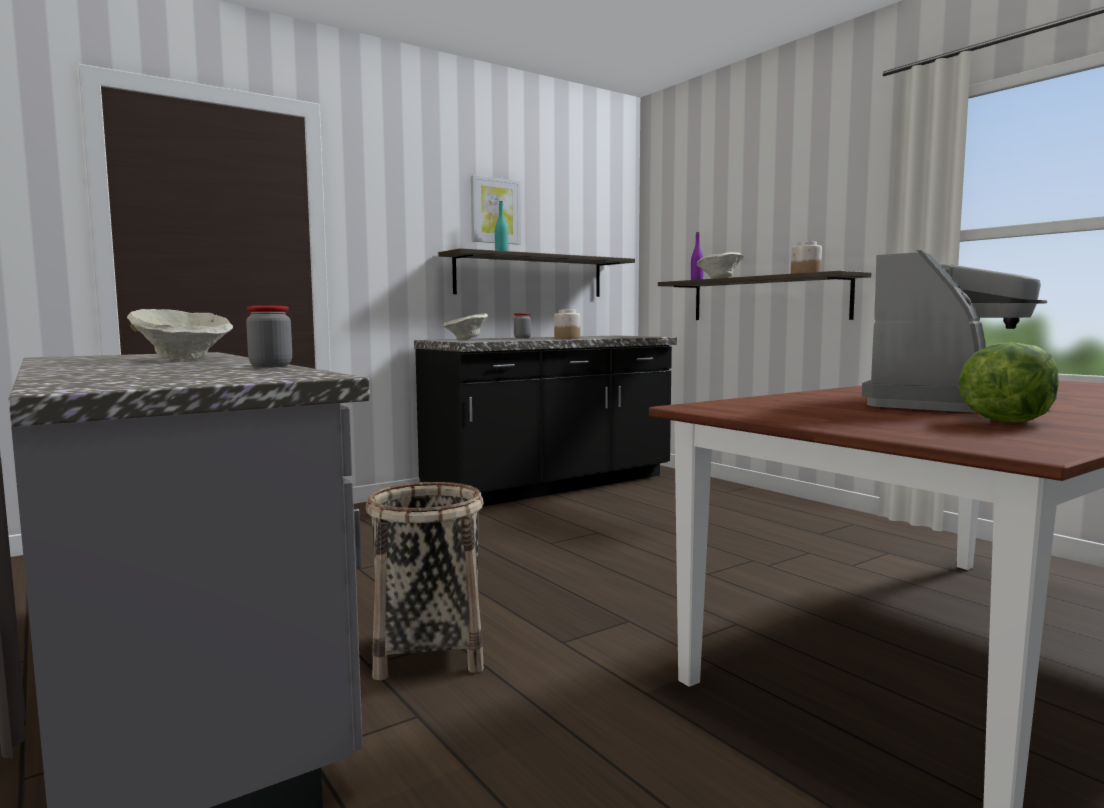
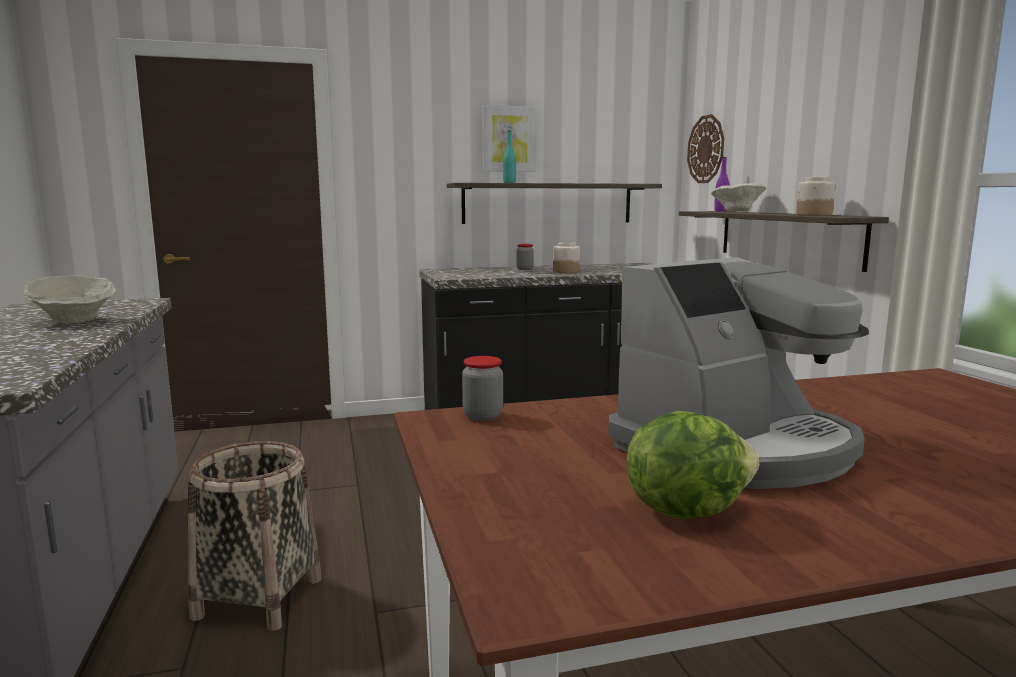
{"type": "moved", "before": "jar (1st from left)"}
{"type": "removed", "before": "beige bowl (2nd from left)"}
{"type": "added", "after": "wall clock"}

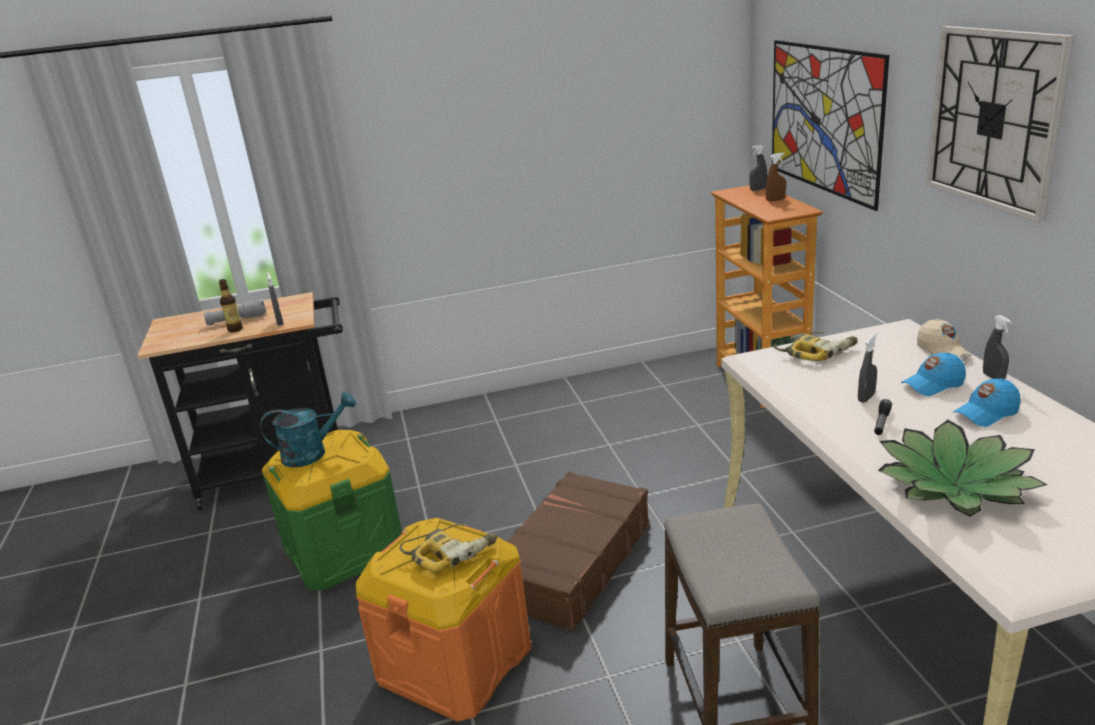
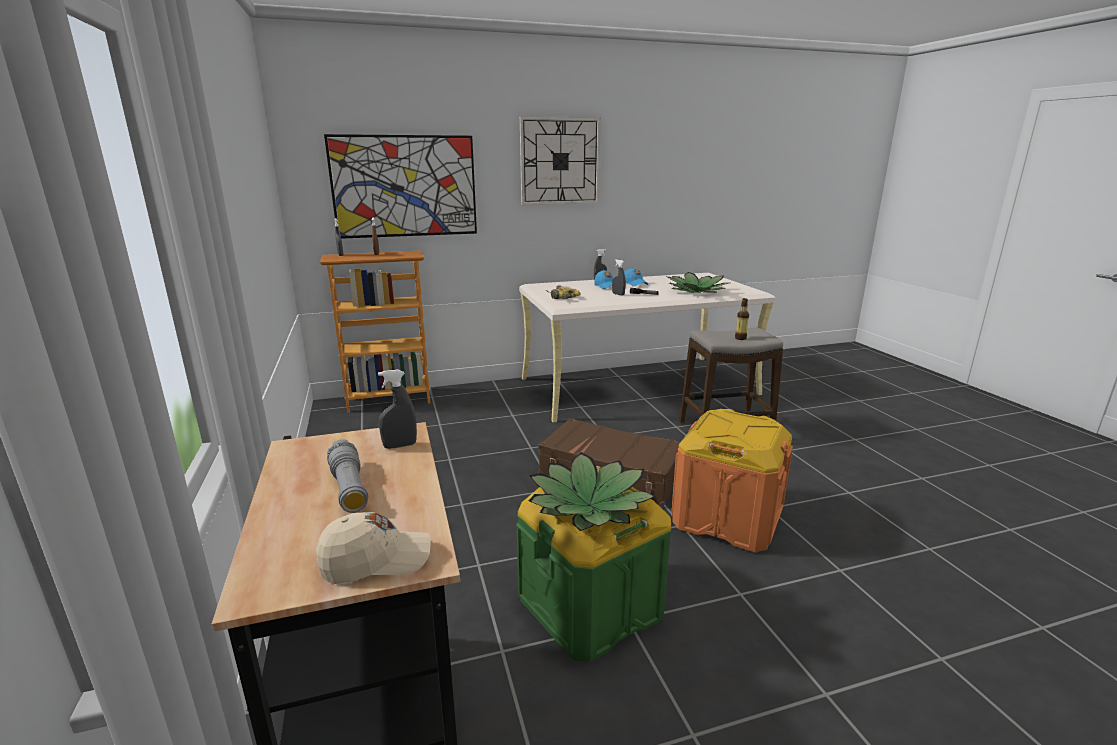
{"type": "moved", "before": "bottle"}
{"type": "moved", "before": "beige cap"}
{"type": "replaced", "before": "turquoise watering can", "after": "potted plant (1st from left)"}
{"type": "removed", "before": "power drill (1st from left)"}

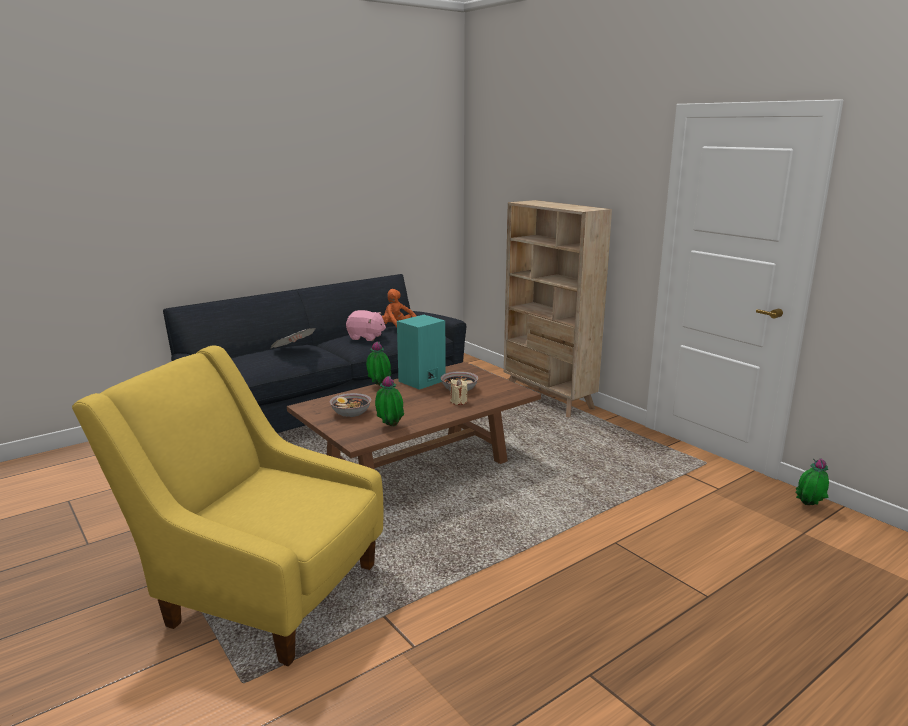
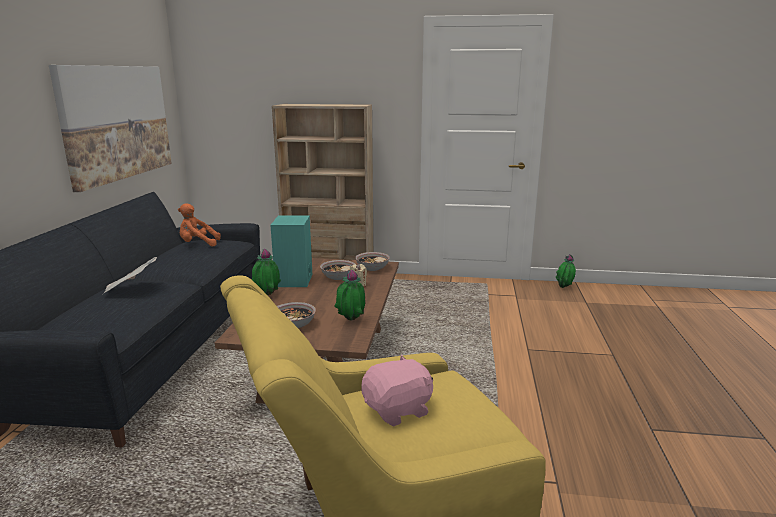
{"type": "moved", "before": "pink plush toy"}
{"type": "added", "after": "picture"}
{"type": "added", "after": "bowl (3rd from left)"}

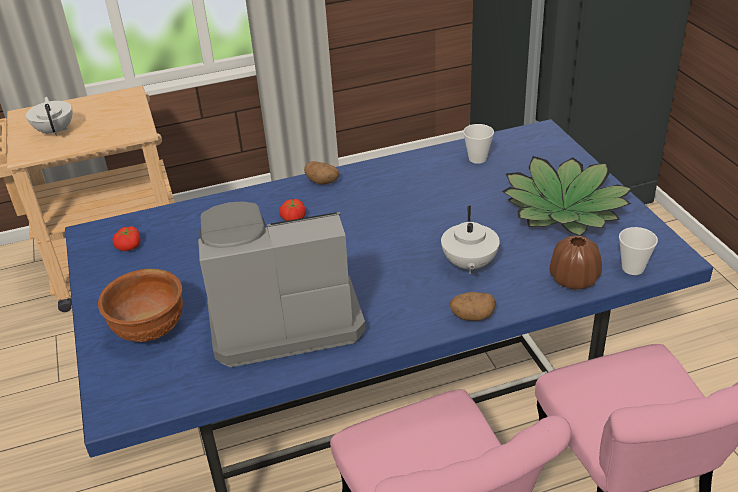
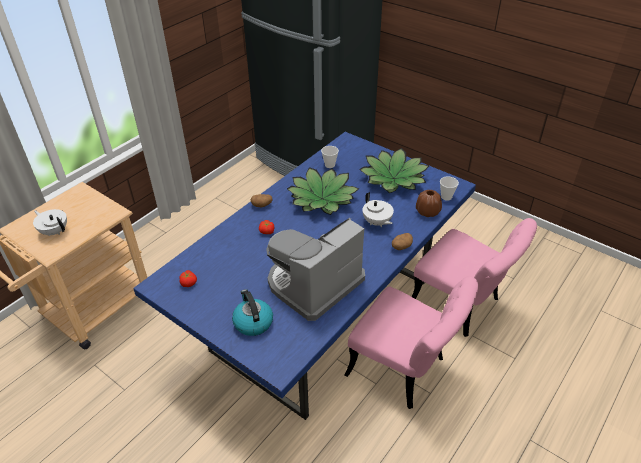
{"type": "replaced", "before": "brown bowl", "after": "kettle"}
{"type": "added", "after": "potted plant (1st from left)"}

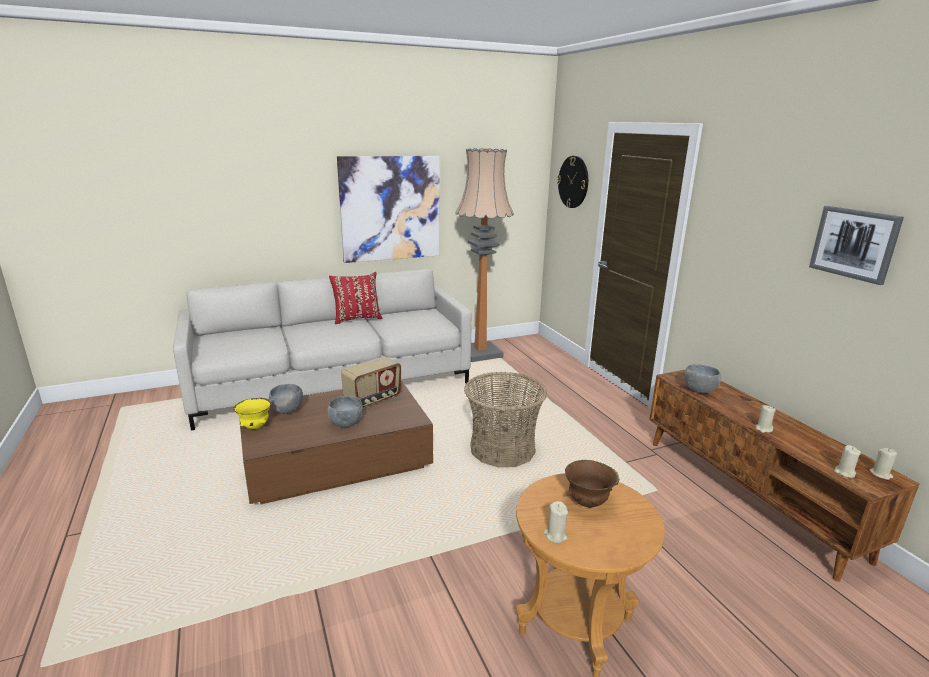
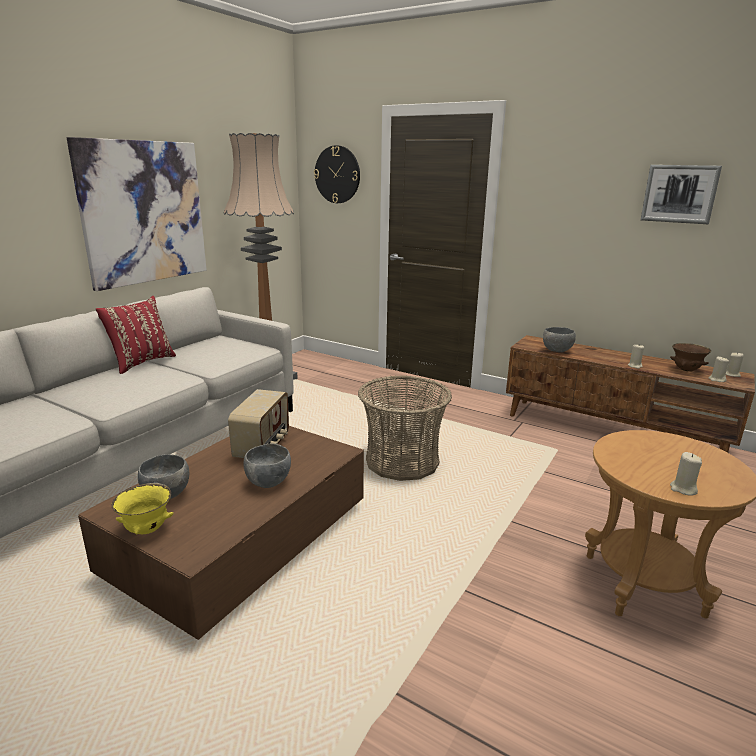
{"type": "moved", "before": "brown bowl"}

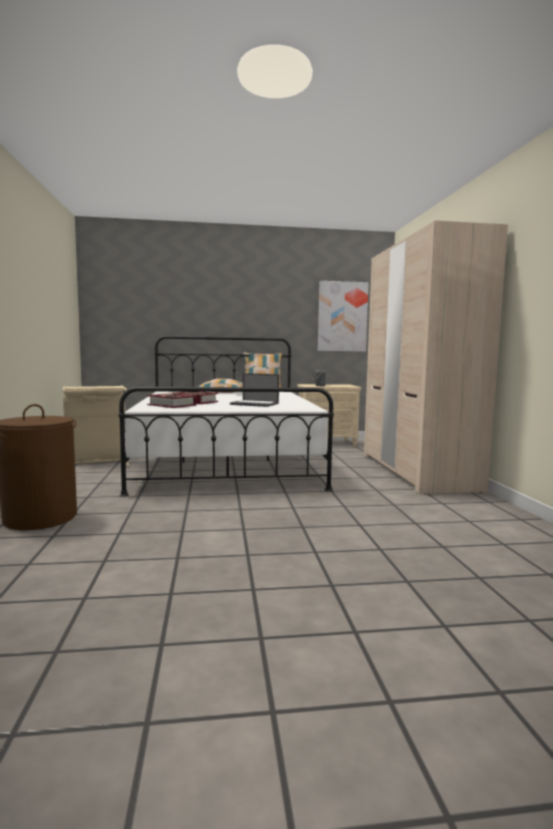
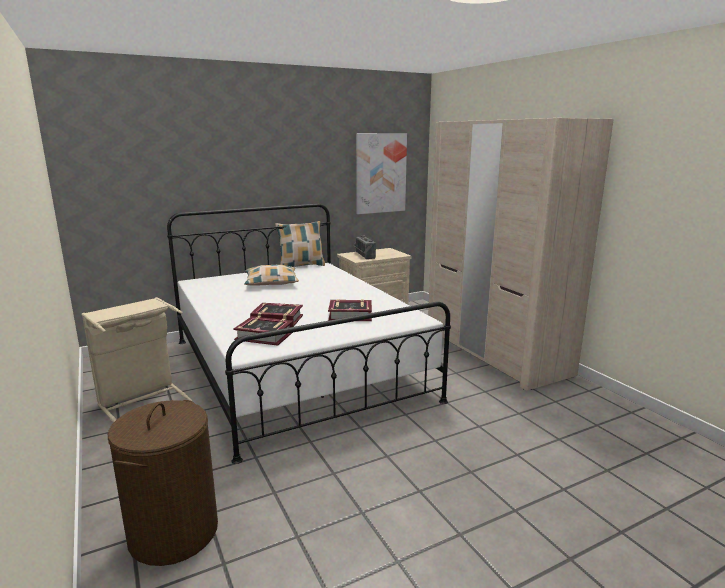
{"type": "replaced", "before": "laptop", "after": "book (3rd from left)"}

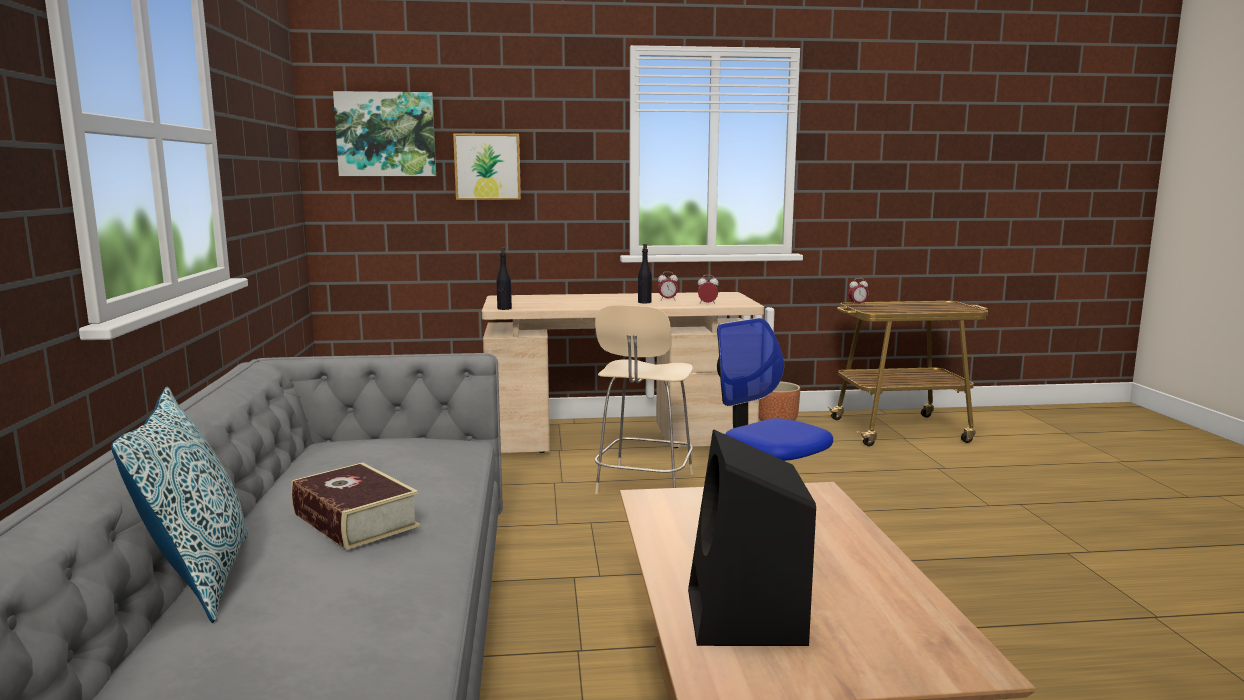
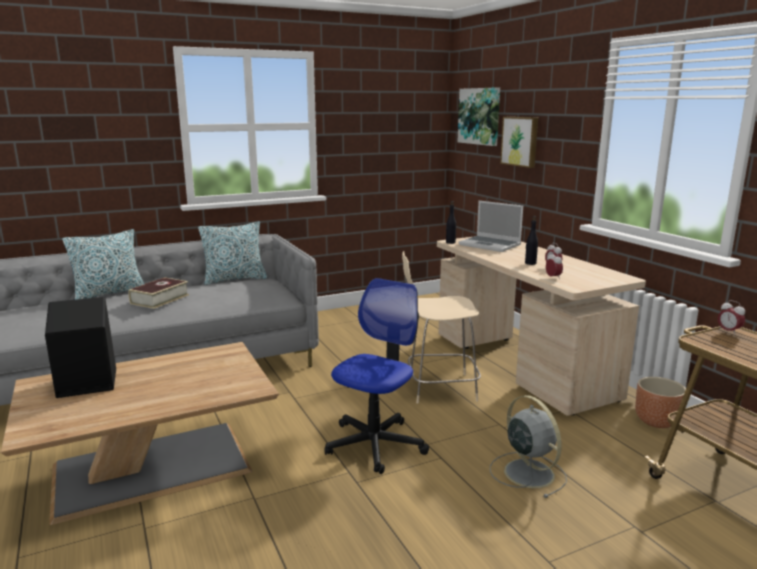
{"type": "added", "after": "laptop"}
{"type": "added", "after": "pillow (2nd from left)"}
{"type": "added", "after": "grey fan"}

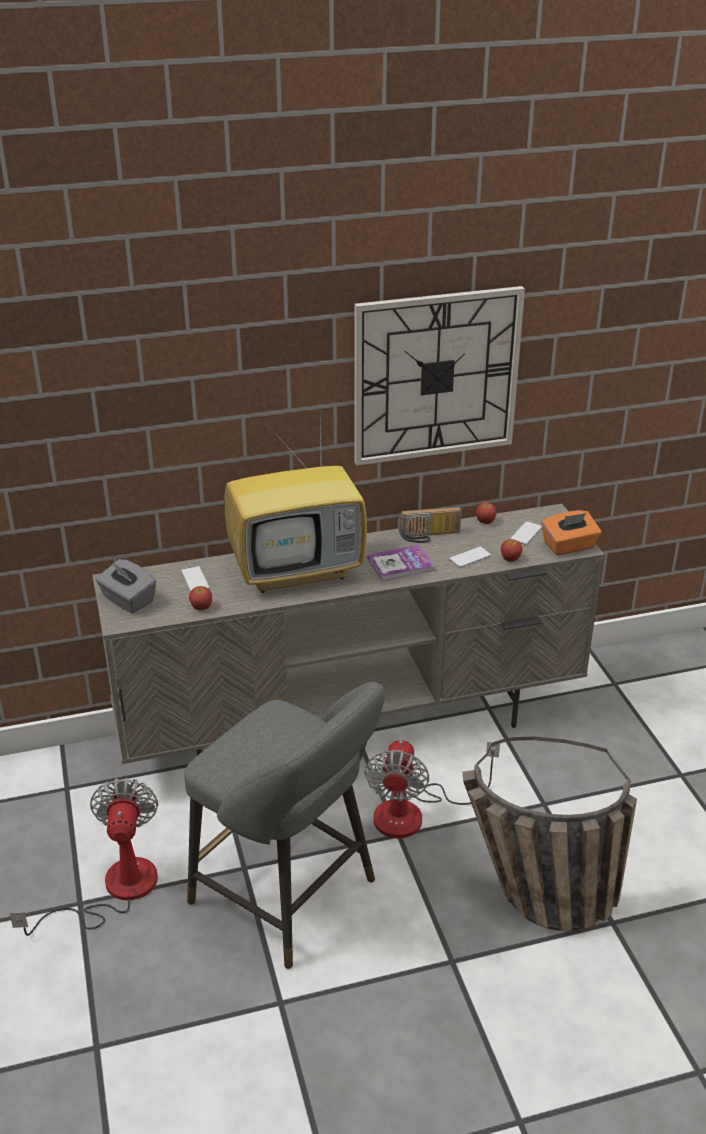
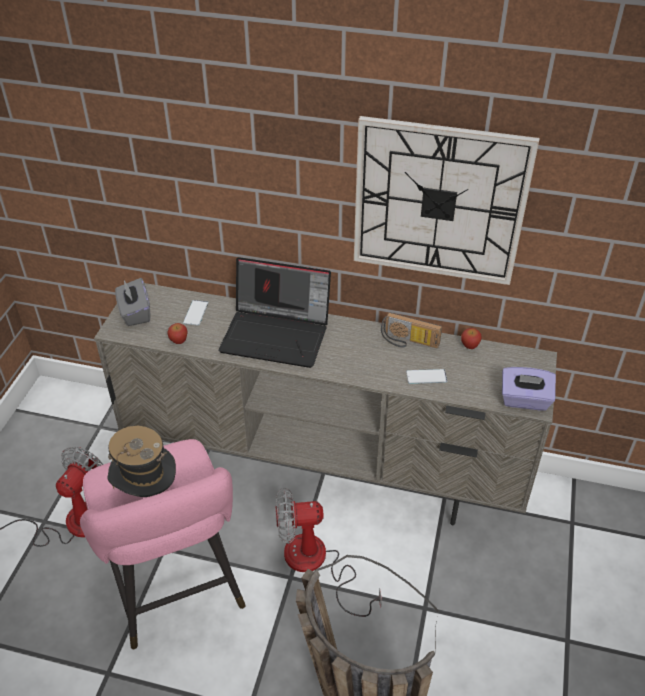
{"type": "replaced", "before": "television", "after": "laptop"}
{"type": "recoloured", "before": "orange tissue box", "after": "purple tissue box"}
{"type": "removed", "before": "phone (3rd from left)"}
{"type": "removed", "before": "apple (3rd from left)"}
{"type": "removed", "before": "book"}
{"type": "recoloured", "before": "grey stool", "after": "pink stool"}
{"type": "turned", "before": "fan (2nd from left)", "turn": 45}
{"type": "added", "after": "hat"}

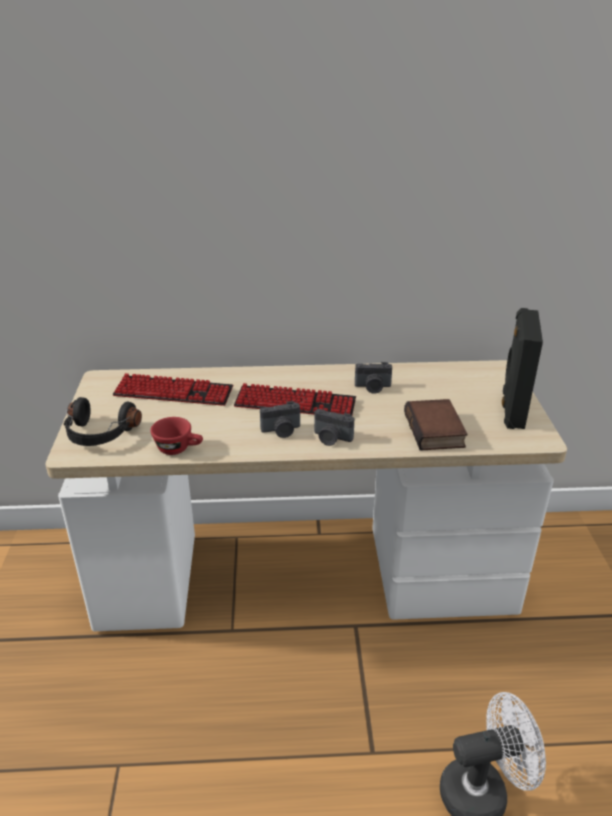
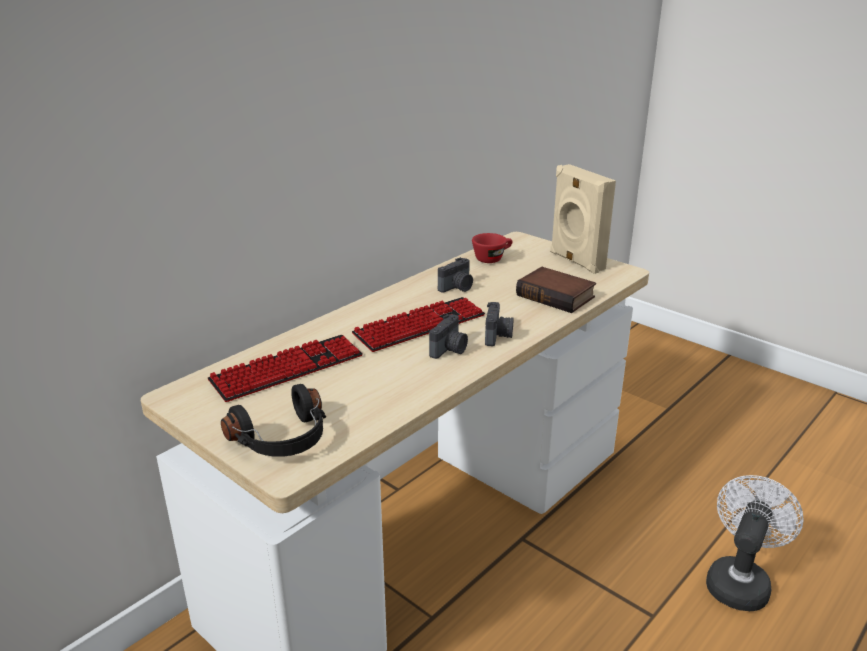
{"type": "recoloured", "before": "black speaker", "after": "beige speaker"}
{"type": "turned", "before": "photo camera (2nd from left in the first image)", "turn": -60}
{"type": "moved", "before": "red cup"}

